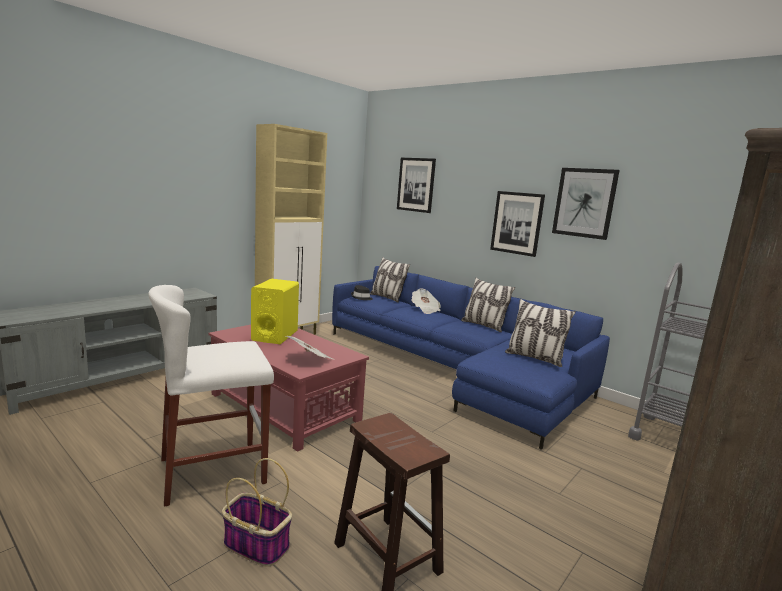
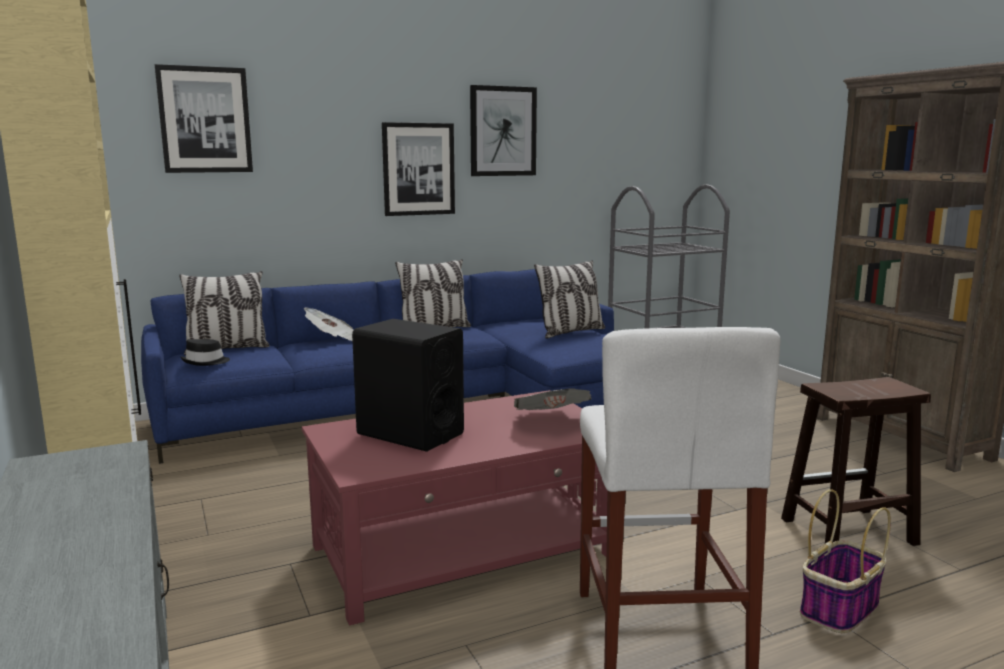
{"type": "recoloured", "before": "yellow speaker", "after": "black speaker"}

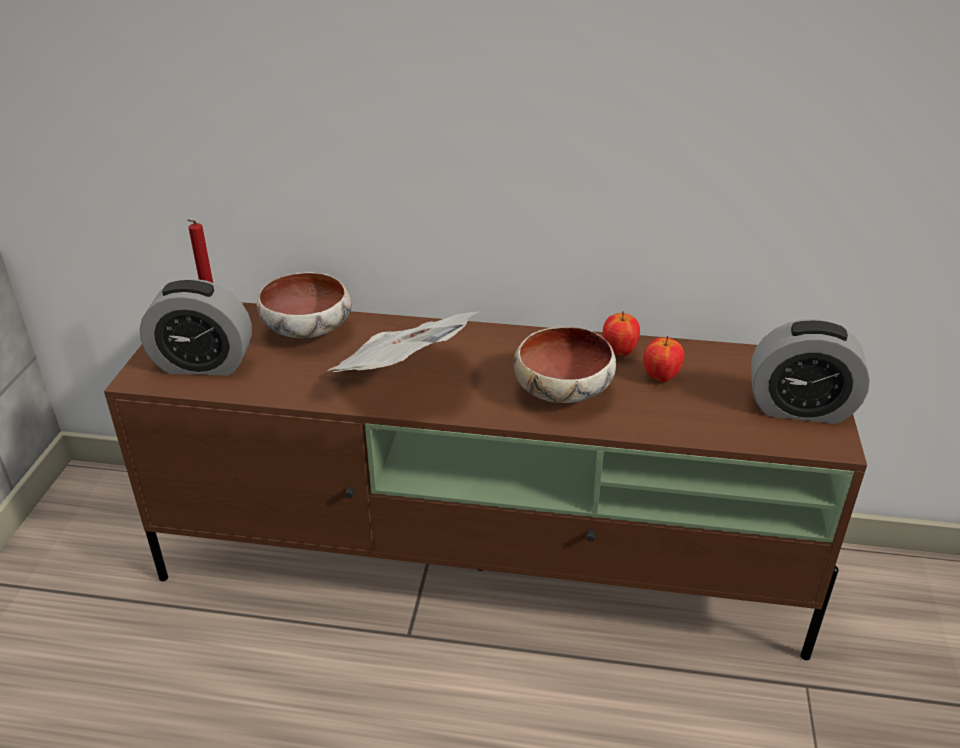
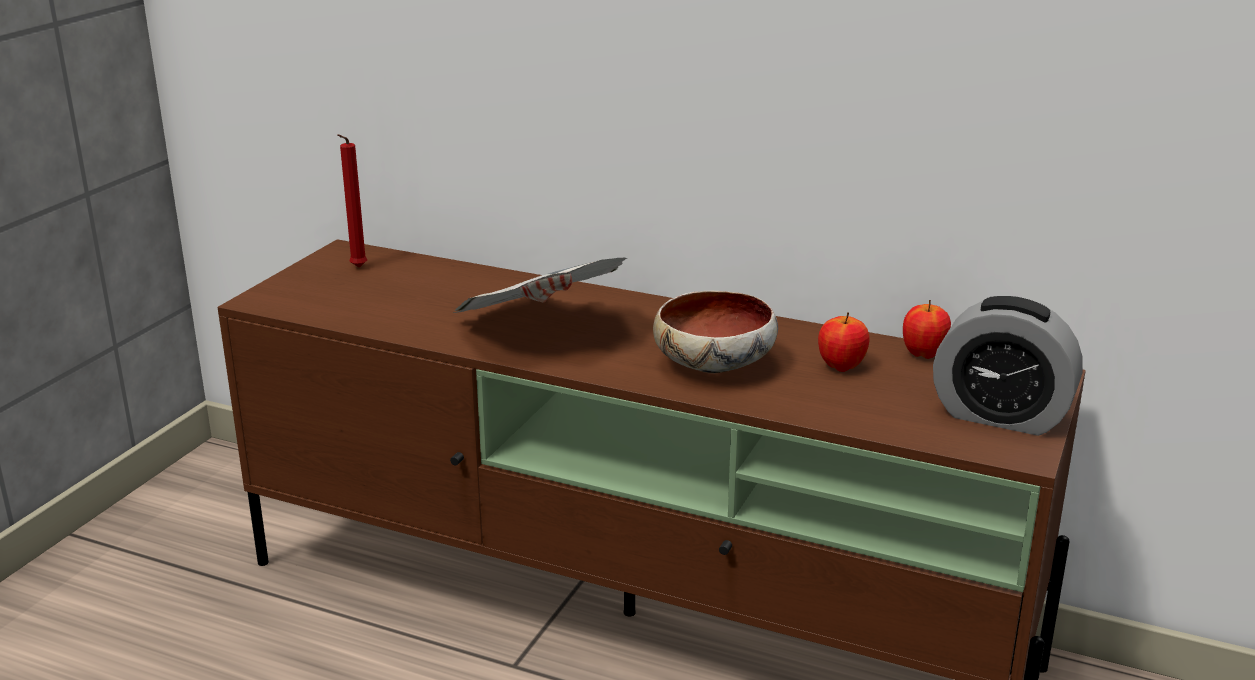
{"type": "removed", "before": "bowl (1st from left)"}
{"type": "removed", "before": "alarm clock (1st from left)"}
{"type": "moved", "before": "apple (1st from left in the first image)", "after": "apple (2nd from left)"}

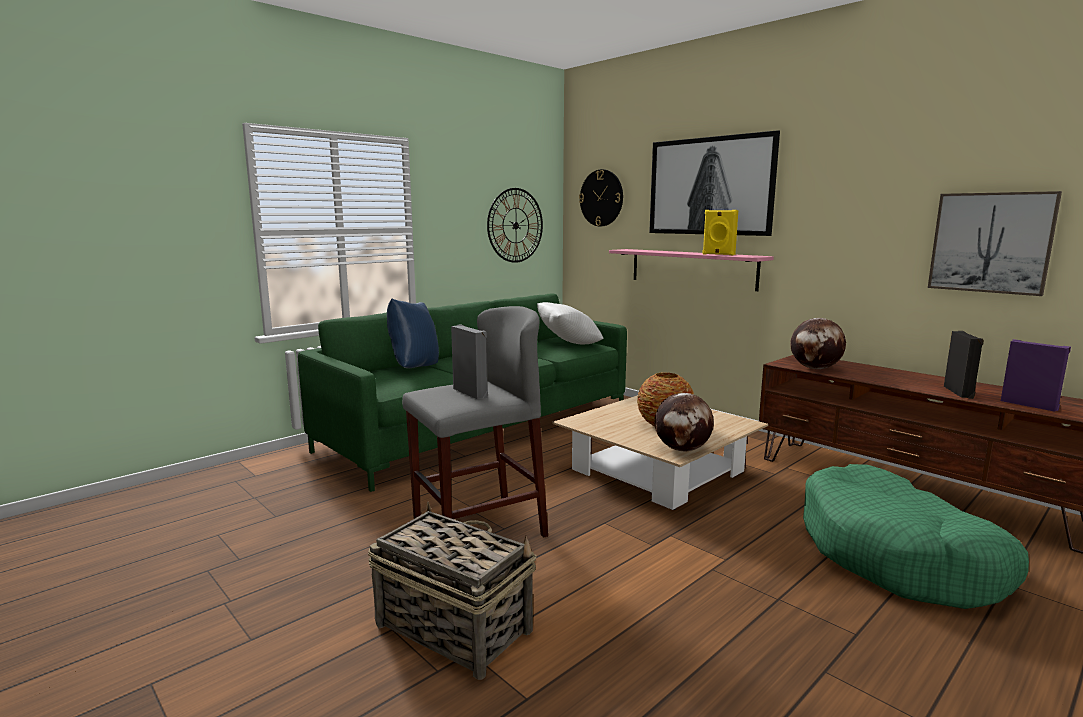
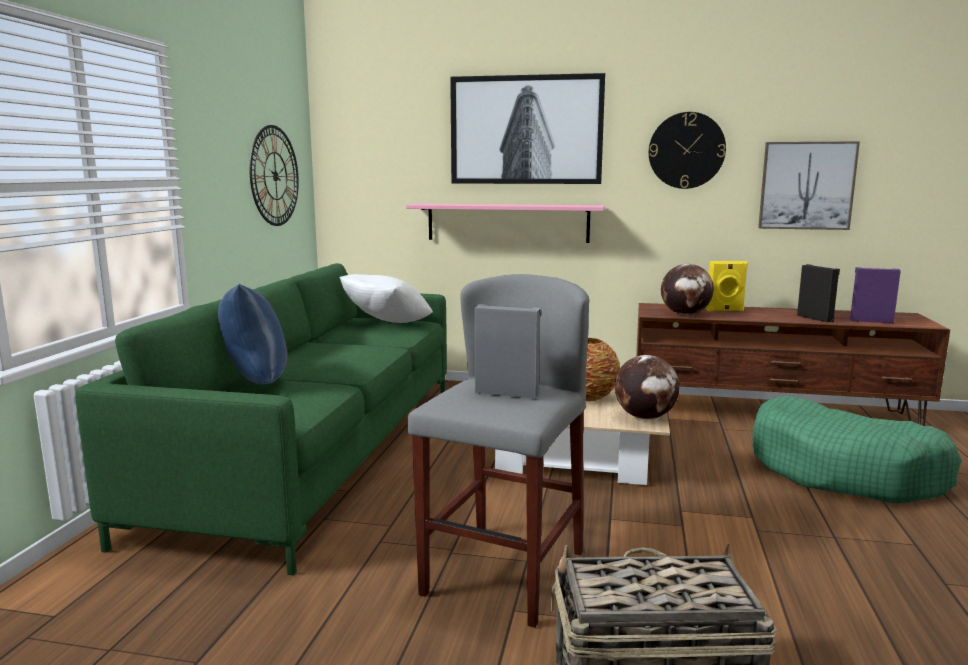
{"type": "moved", "before": "wall clock (2nd from left)"}
{"type": "moved", "before": "yellow speaker"}

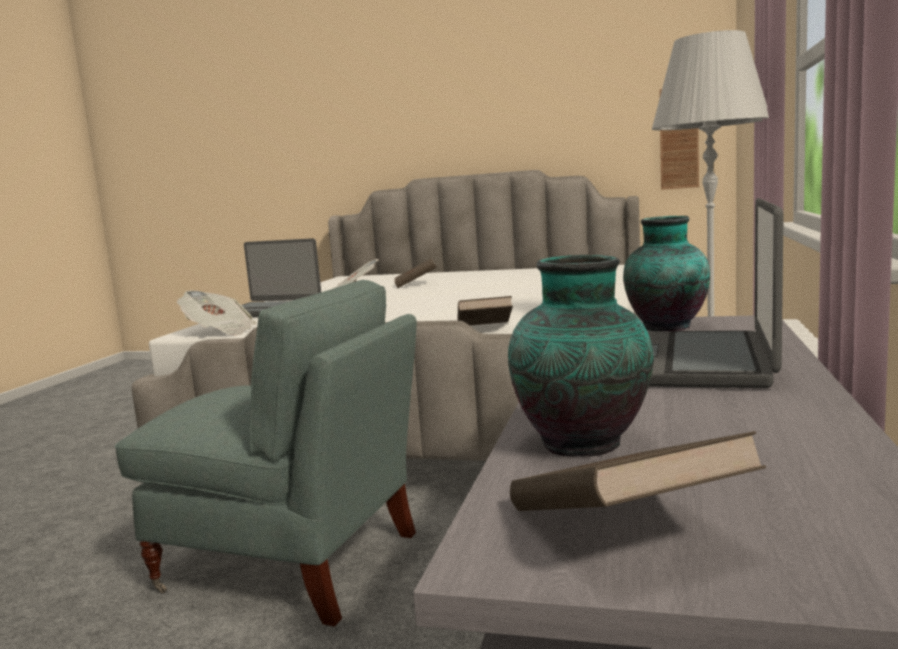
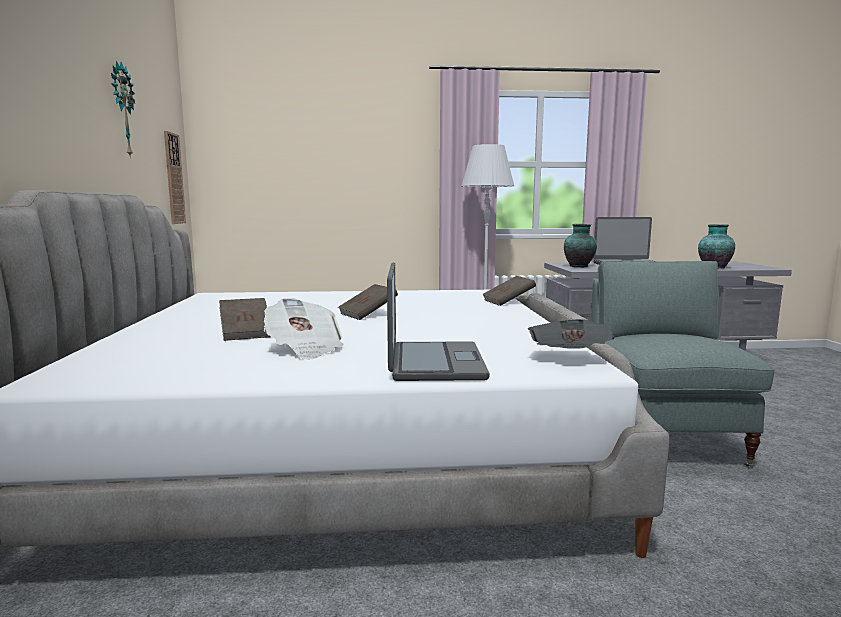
{"type": "moved", "before": "brown book (3rd from left in the first image)", "after": "brown book (2nd from left)"}
{"type": "added", "after": "wall clock (1st from left)"}

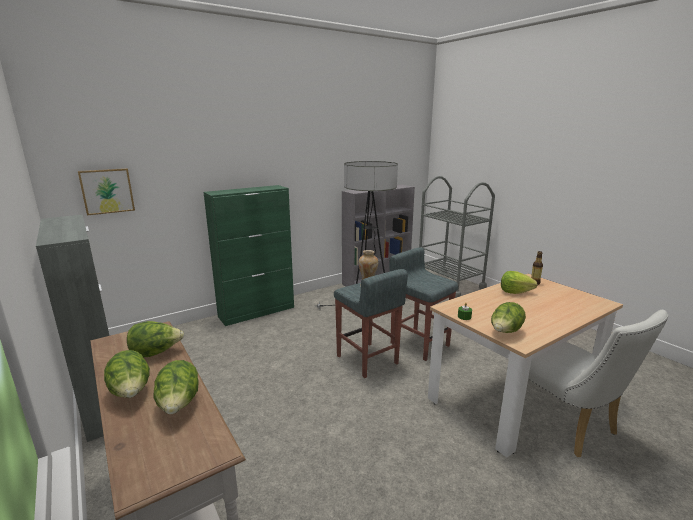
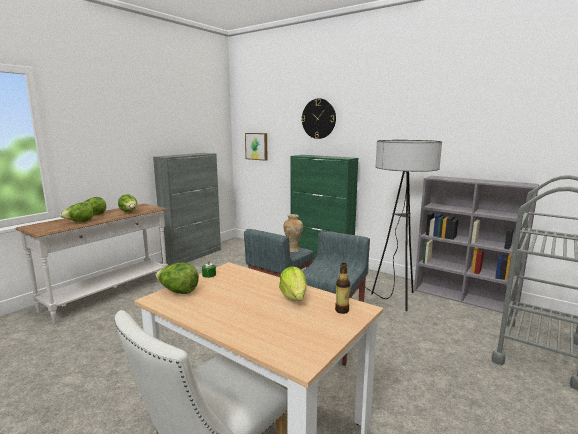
{"type": "added", "after": "wall clock"}

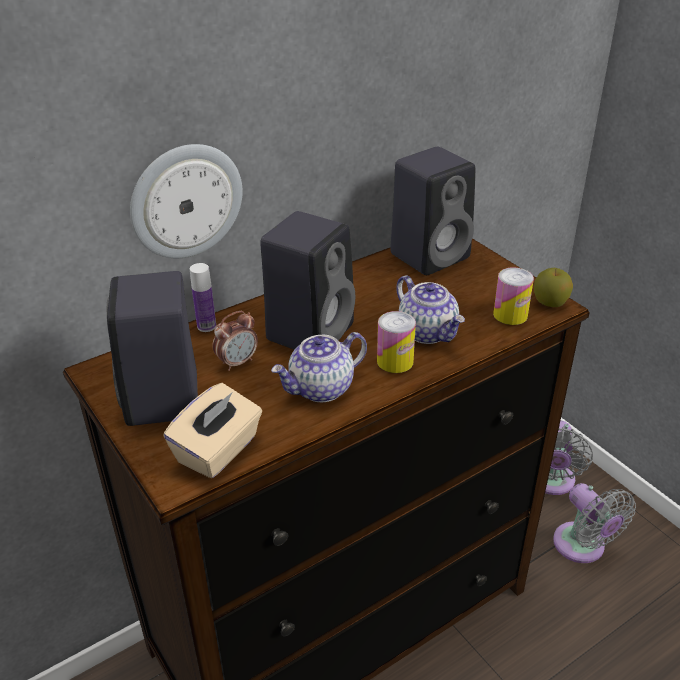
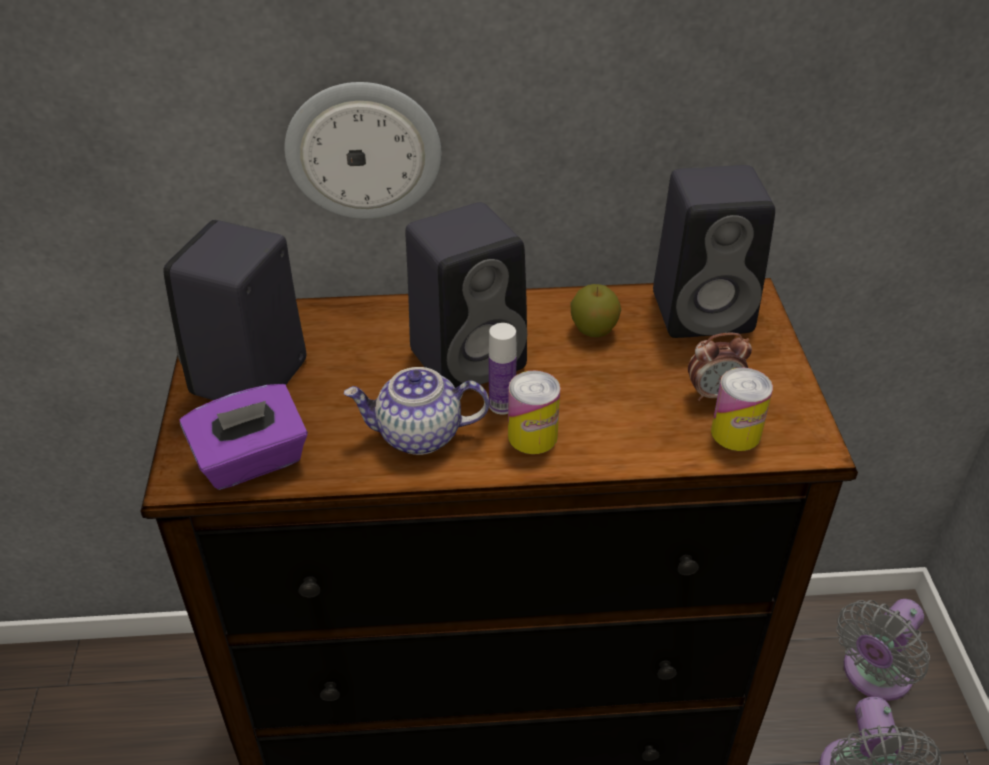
{"type": "moved", "before": "bottle"}
{"type": "moved", "before": "apple"}
{"type": "removed", "before": "teapot (2nd from left)"}
{"type": "moved", "before": "alarm clock"}
{"type": "recoloured", "before": "beige tissue box", "after": "purple tissue box"}

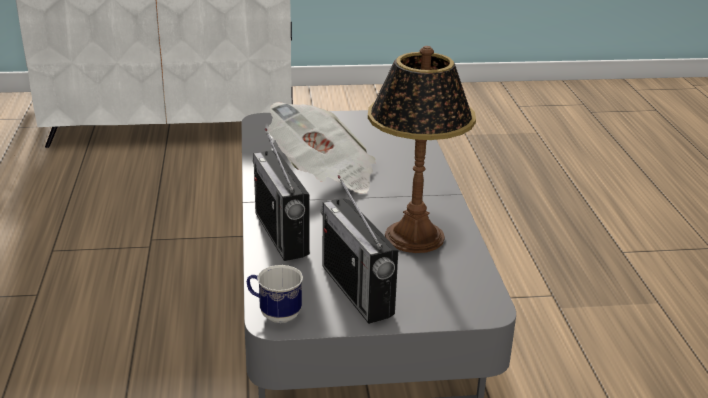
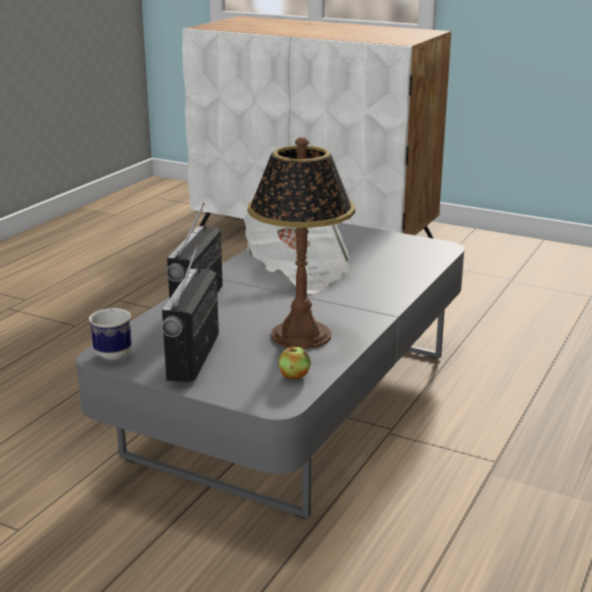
{"type": "added", "after": "apple"}

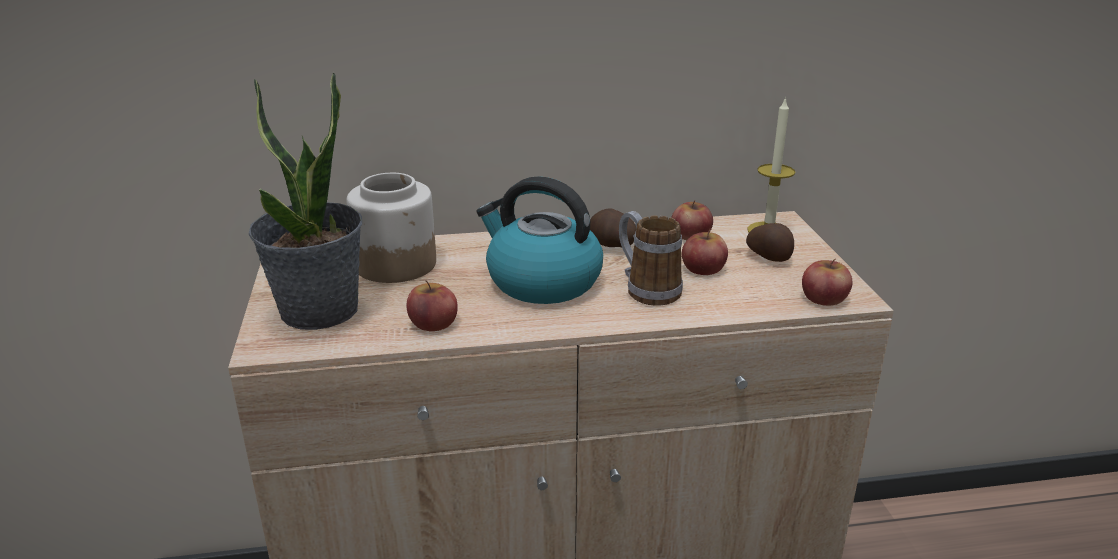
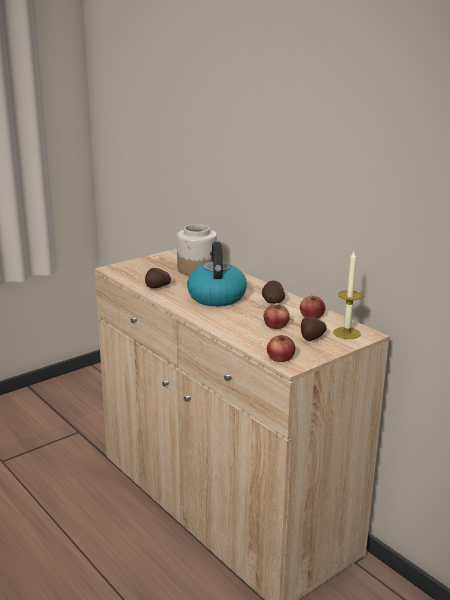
{"type": "removed", "before": "potted plant"}
{"type": "removed", "before": "mug"}
{"type": "replaced", "before": "apple (1st from left)", "after": "potato (1st from left)"}

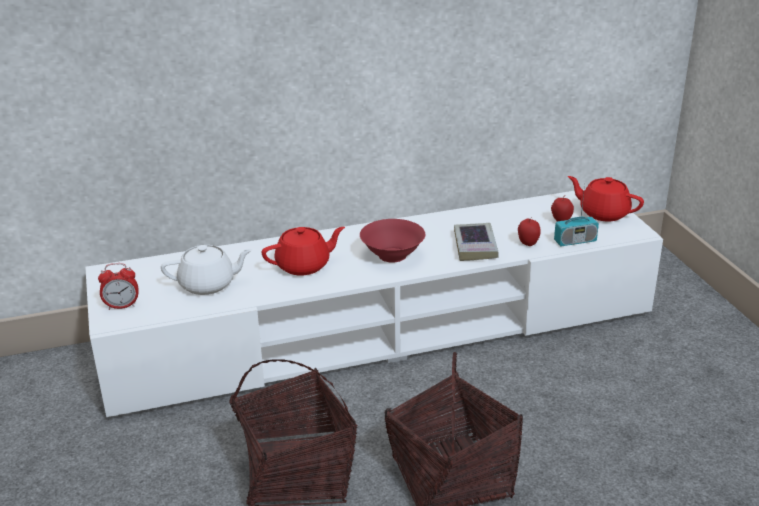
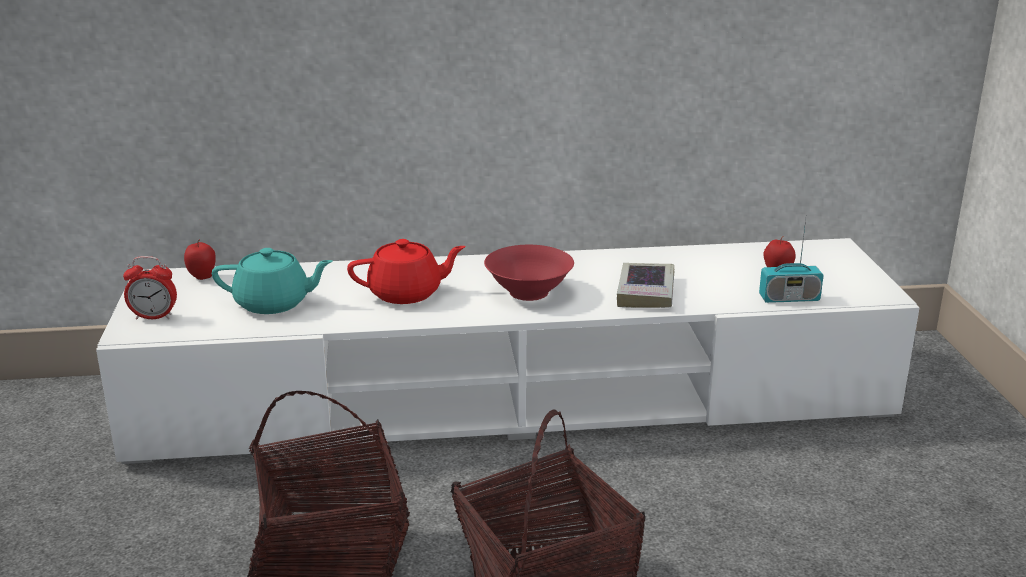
{"type": "removed", "before": "red teapot (2nd from left)"}
{"type": "moved", "before": "apple (1st from left)"}
{"type": "recoloured", "before": "white teapot", "after": "turquoise teapot"}

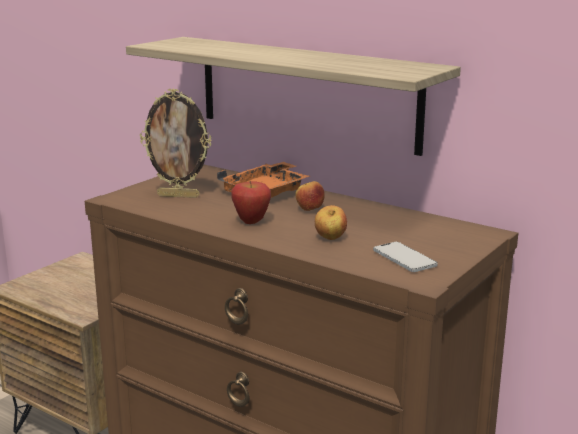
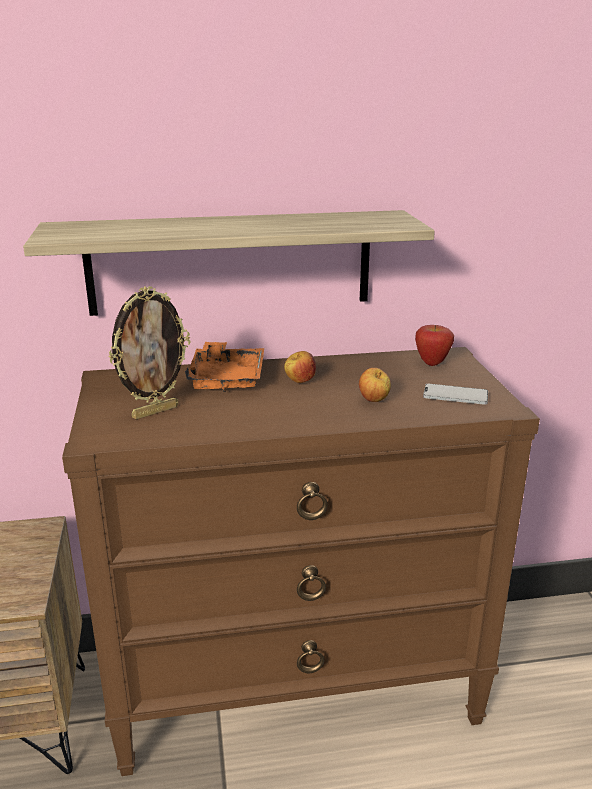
{"type": "moved", "before": "apple (1st from left in the first image)", "after": "apple (3rd from left)"}

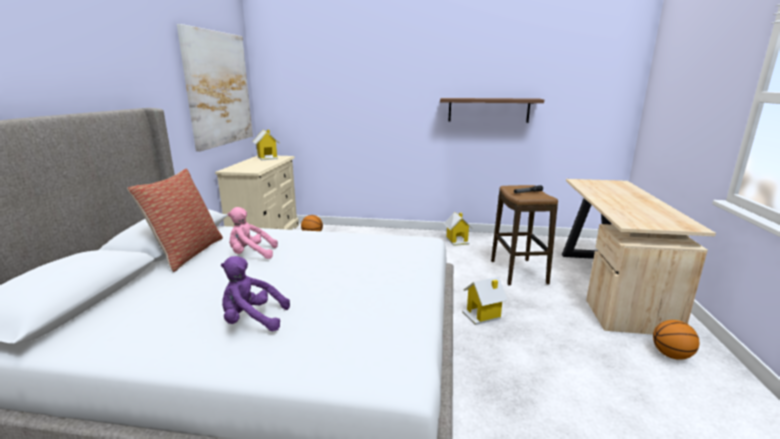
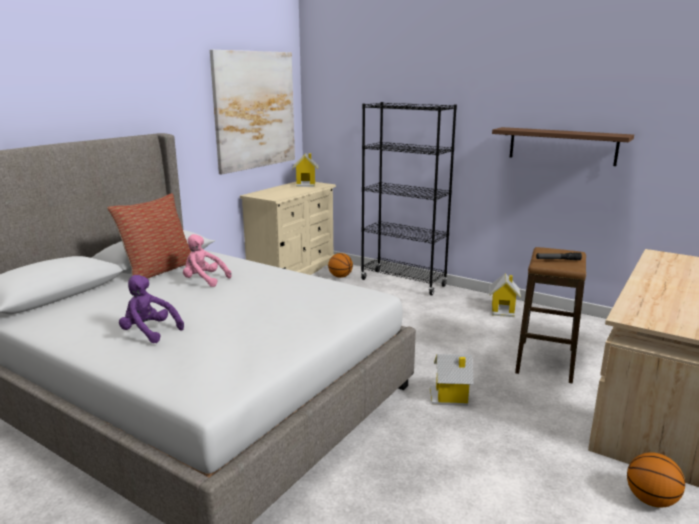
{"type": "added", "after": "black bookcase"}

